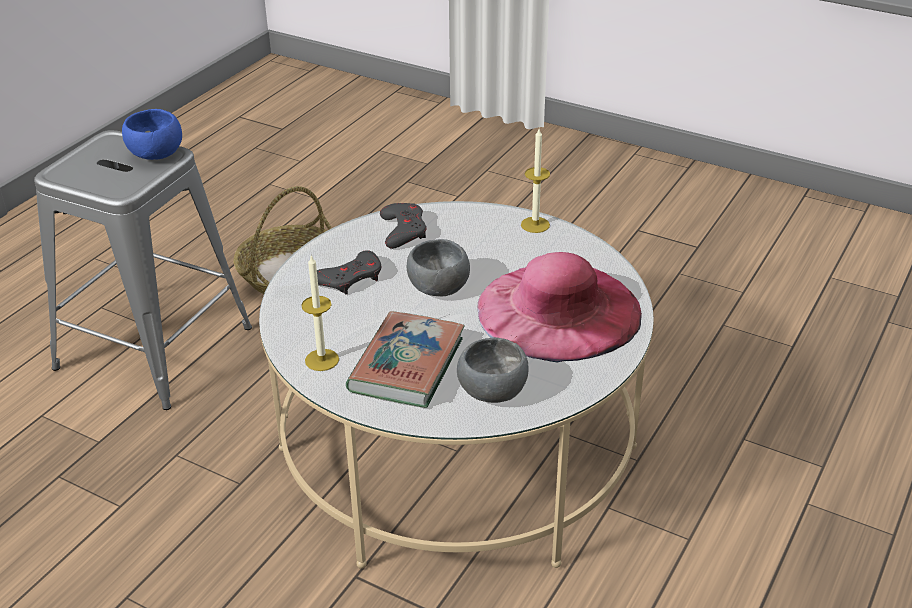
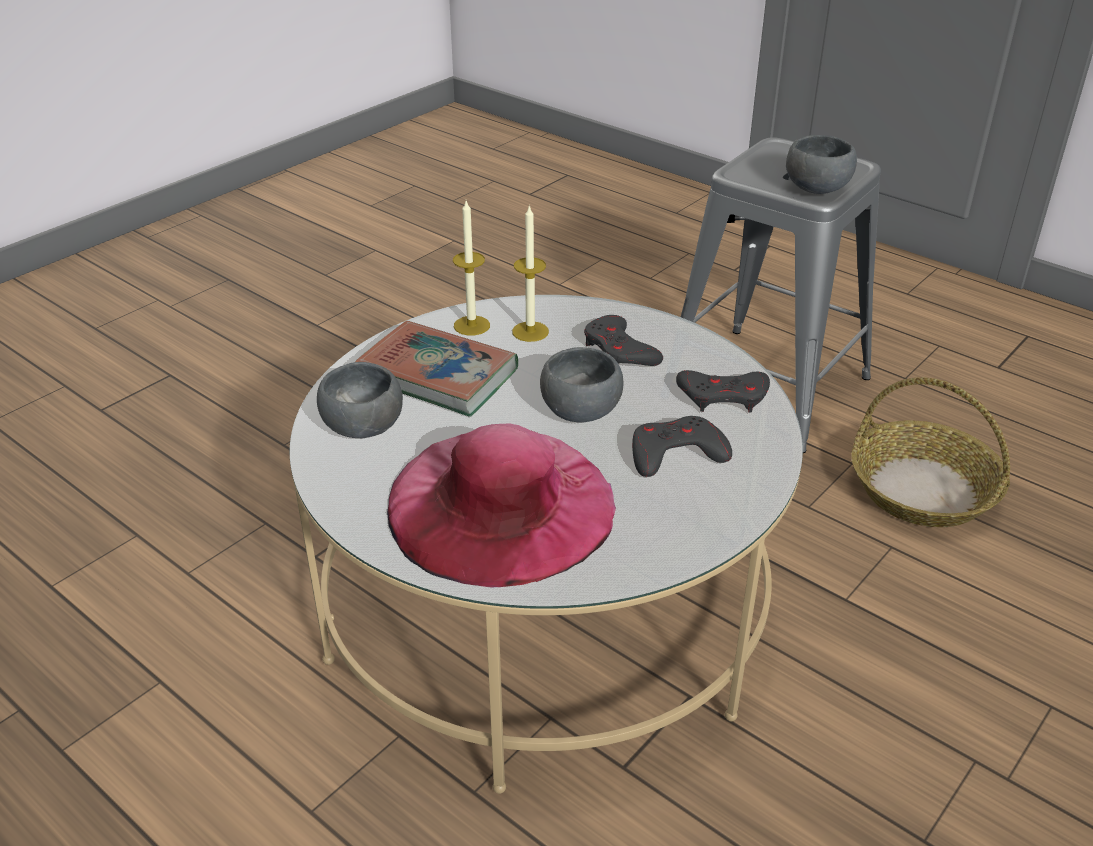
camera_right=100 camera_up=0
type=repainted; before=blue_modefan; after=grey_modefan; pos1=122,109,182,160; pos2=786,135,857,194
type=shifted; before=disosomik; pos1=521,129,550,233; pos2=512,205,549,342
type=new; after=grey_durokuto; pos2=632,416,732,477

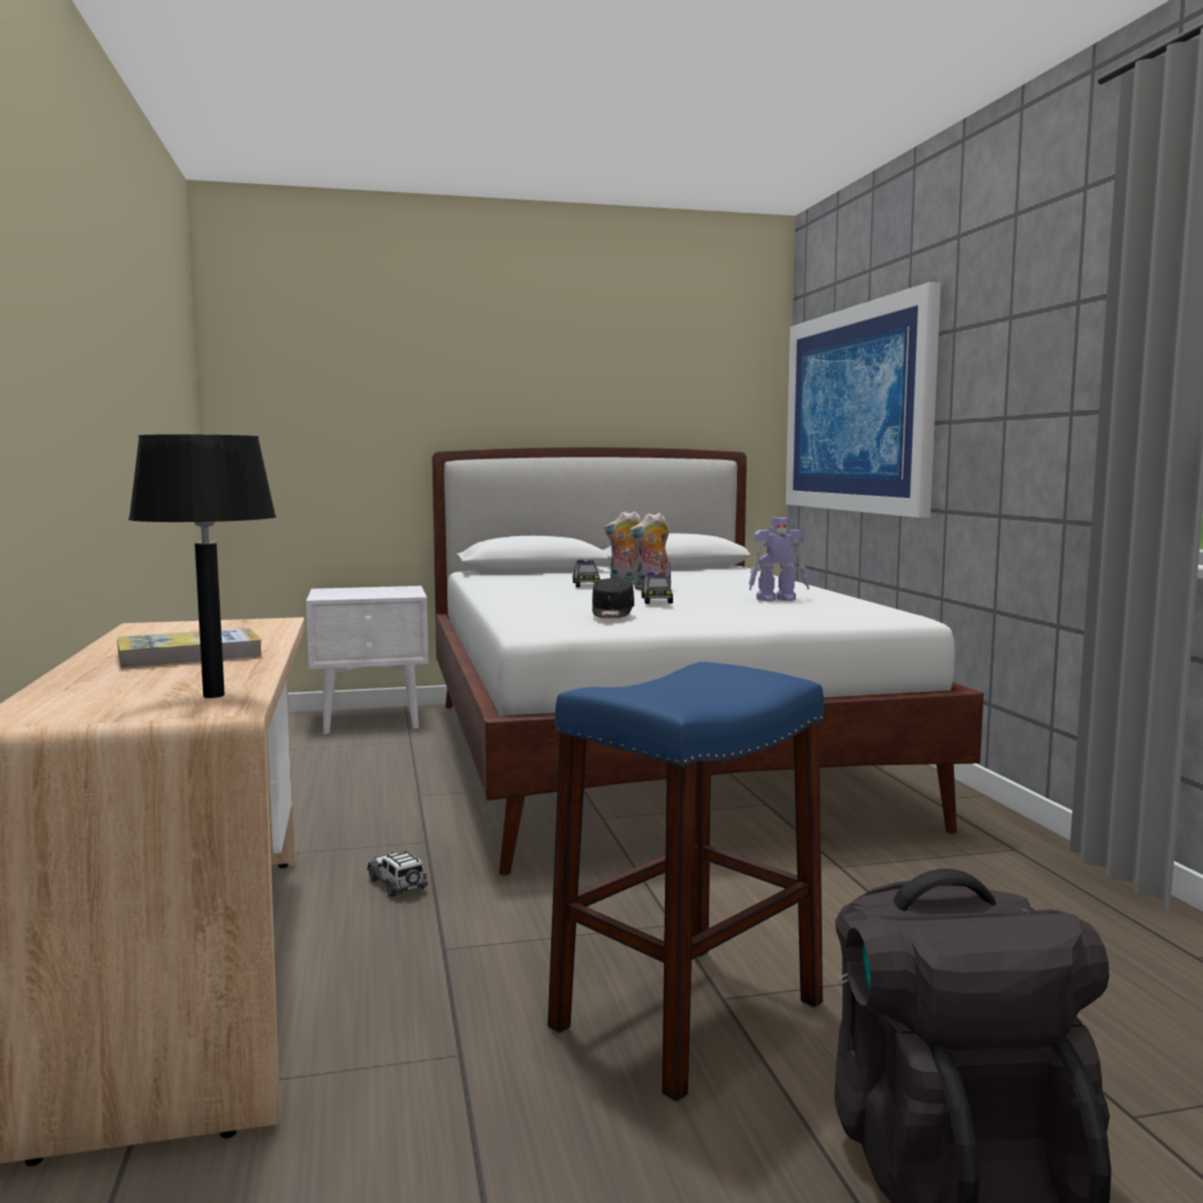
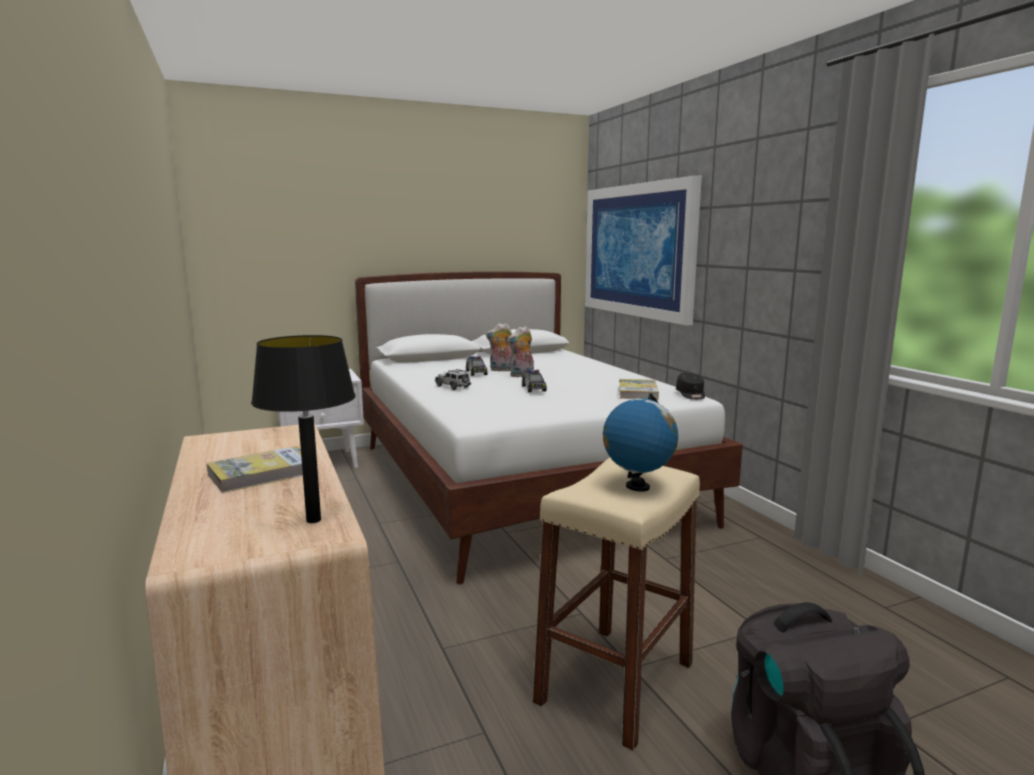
camera_right=-10 camera_up=5
type=gone; before=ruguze; pos1=749,518,810,601
type=shifted; before=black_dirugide; pos1=592,578,634,618; pos2=676,373,705,400
type=repainted; before=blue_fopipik; after=beige_fopipik; pos1=548,662,824,1102; pos2=533,458,700,751
type=shifted; before=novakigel; pos1=367,850,428,897; pos2=435,369,471,390
type=new; after=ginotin; pos2=619,379,659,400
type=new; after=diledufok; pos2=603,393,678,492

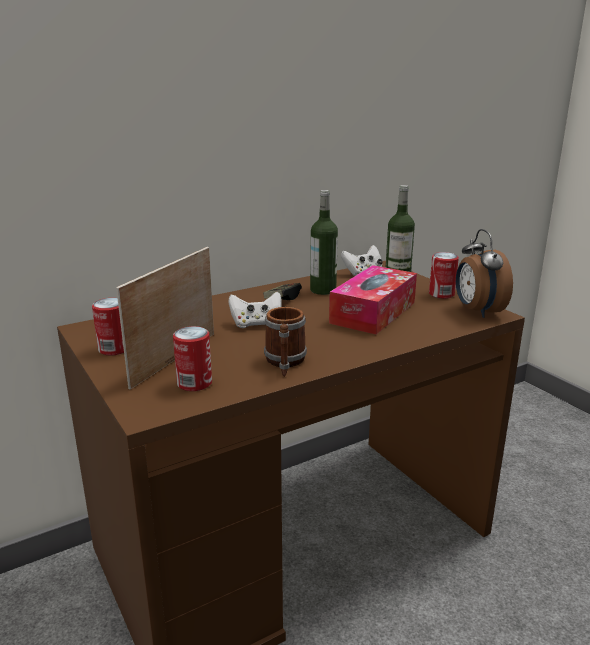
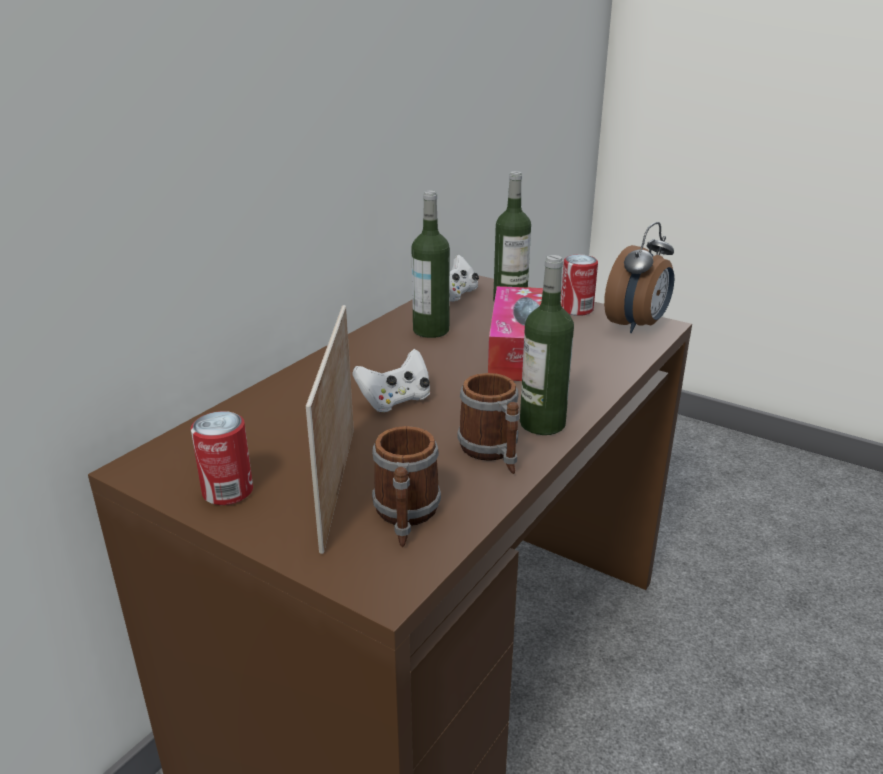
camera_right=-25 camera_up=5
type=rotated; before=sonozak; pos1=456,229,513,318; pos2=604,222,674,333; turn=-105
type=gone; before=durokuto; pos1=263,283,302,300
type=swapped; before=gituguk; after=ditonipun; pos1=173,326,212,391; pos2=372,426,441,547
type=new; after=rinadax; pos2=520,255,574,435

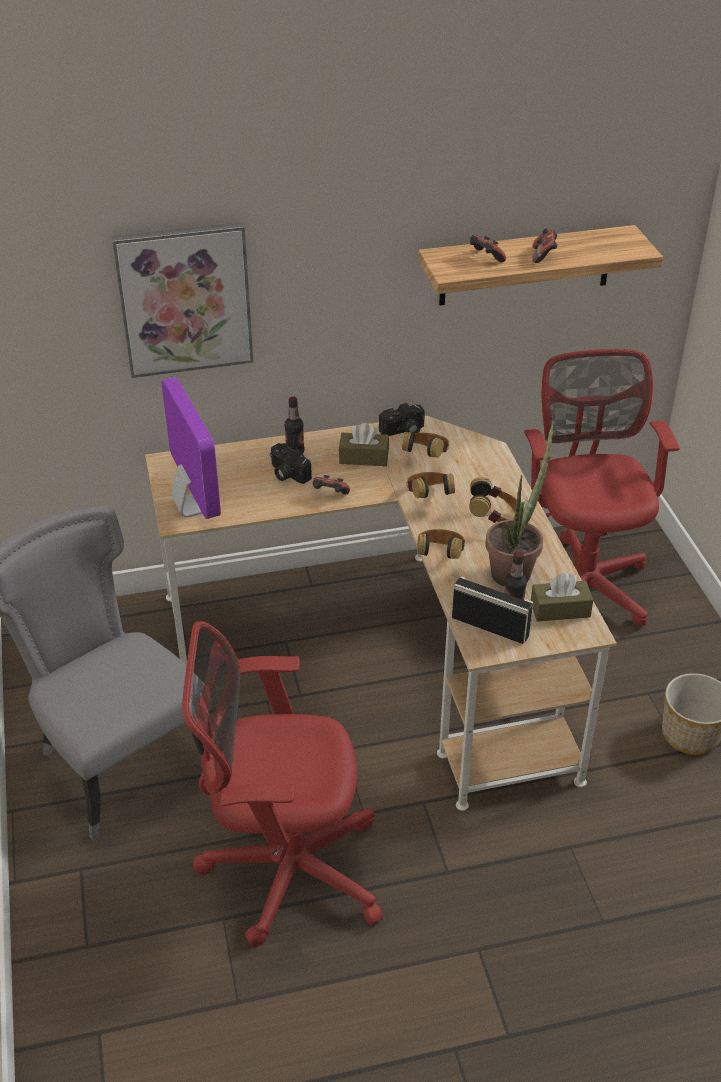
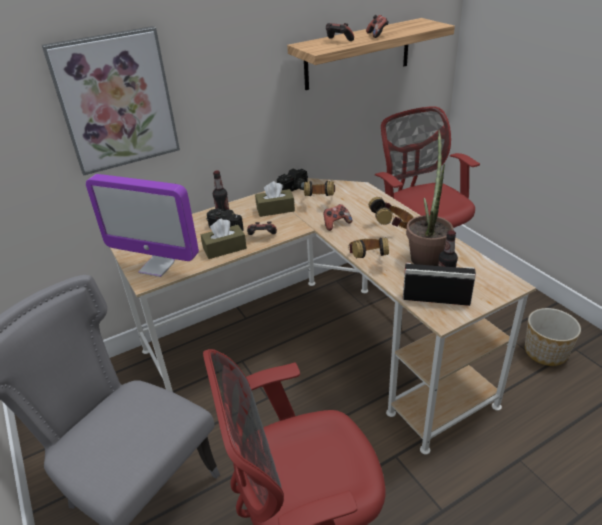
camera_right=-15 camera_up=-5
type=rotated; before=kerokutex; pos1=162,377,221,519; pos2=86,174,199,277; turn=150
type=swapped; before=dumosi; after=durokuto; pos1=407,472,455,498; pos2=323,204,352,231
type=shifted; before=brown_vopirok; pos1=531,573,593,622; pos2=201,219,247,259

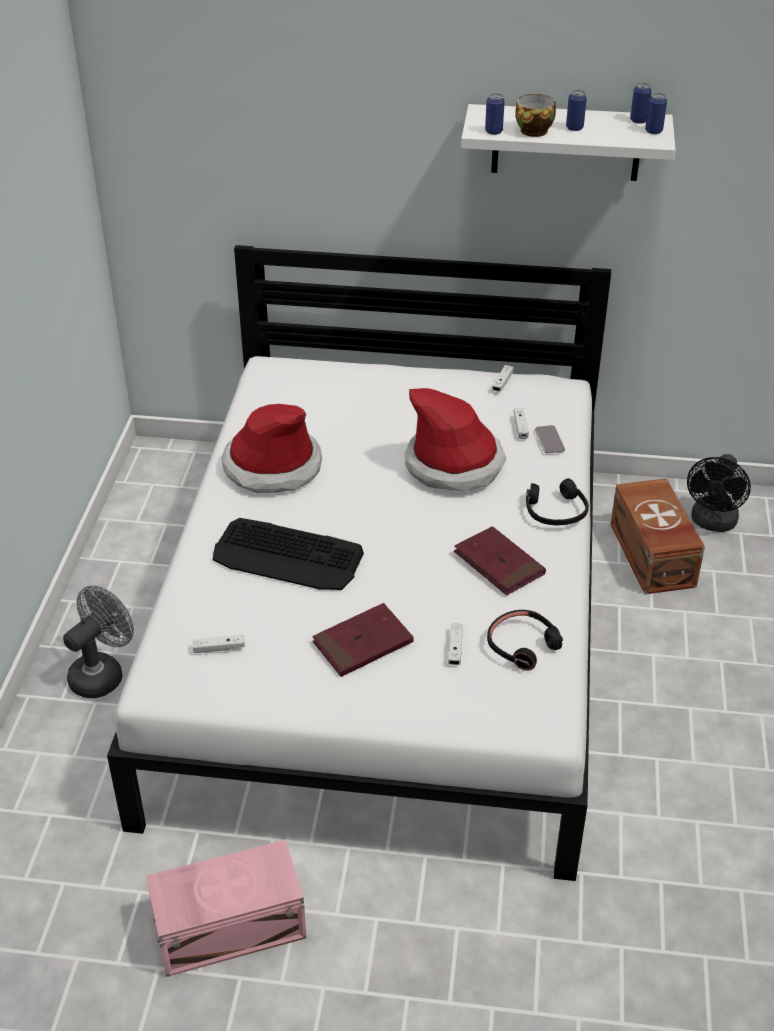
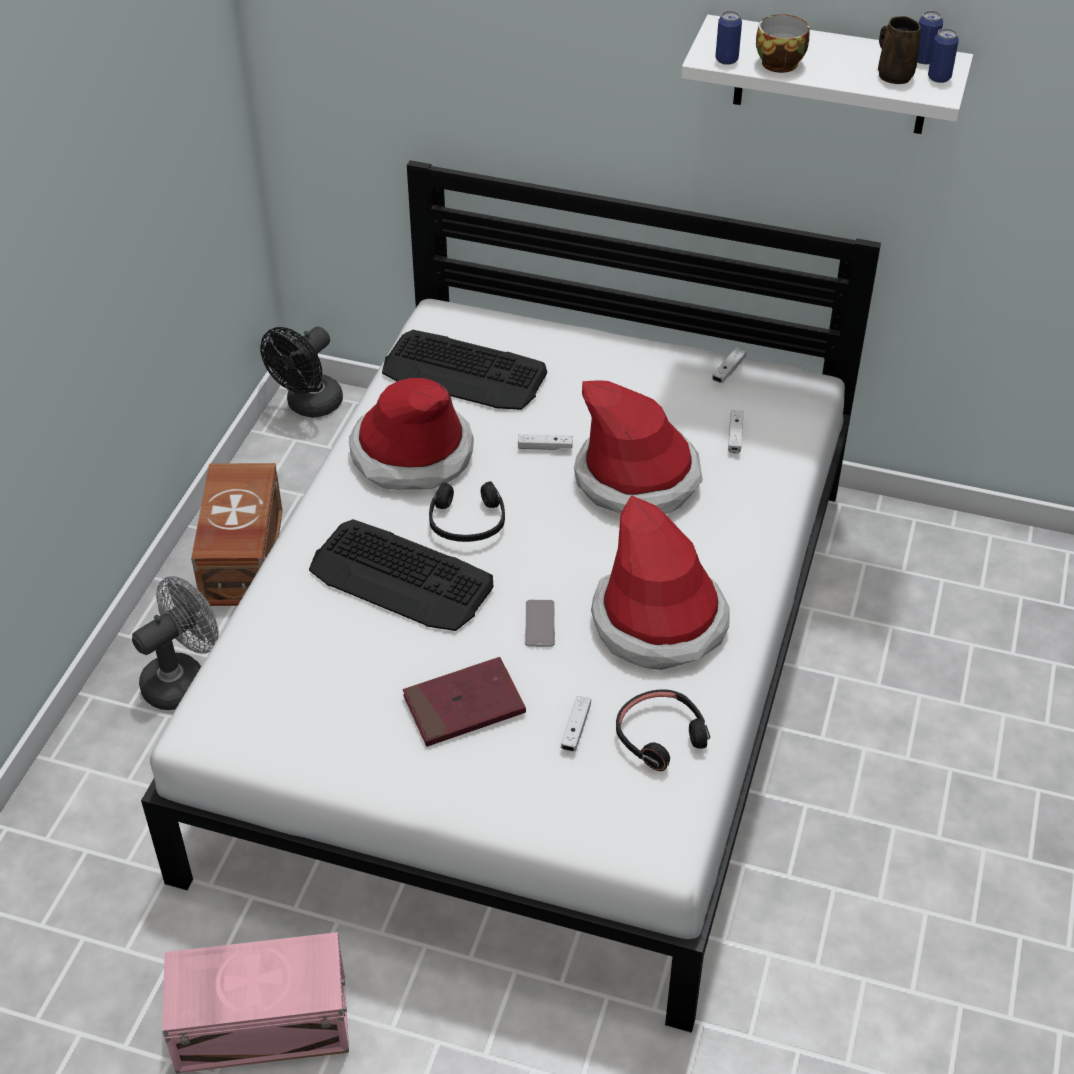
camera_right=10 camera_up=5
type=gone; before=gituguk; pos1=566,90,587,131
type=shifted; before=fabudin; pos1=535,425,565,454; pos2=525,600,555,647
type=shifted; before=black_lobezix; pos1=687,454,751,532; pos2=260,327,343,418
type=shifted; before=black_dumosi; pos1=526,478,589,525; pos2=429,481,505,542
type=shifted; before=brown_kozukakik; pos1=610,478,705,594; pos2=191,463,283,606
type=swapped; before=red_ginotin; after=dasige; pos1=454,526,546,595; pos2=591,495,730,670
type=shifted; before=white_durokuto; pos1=193,635,245,653; pos2=518,434,573,450
type=new; after=brown_ditonipun; pos2=878,16,921,84
type=new; after=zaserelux; pos2=382,330,547,410

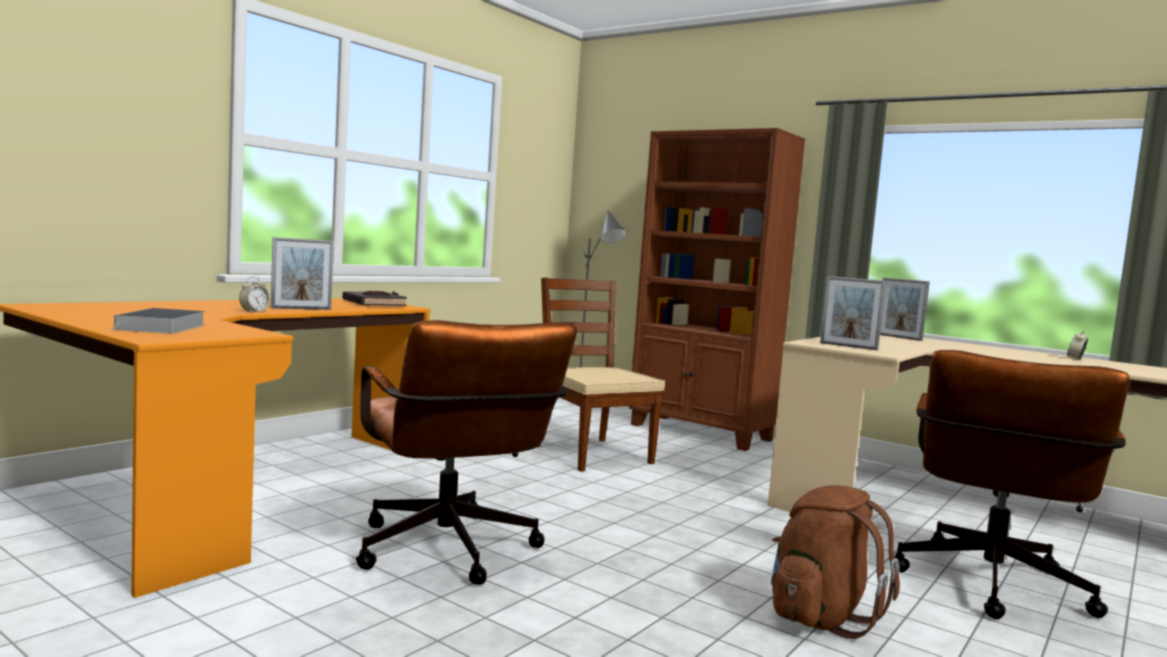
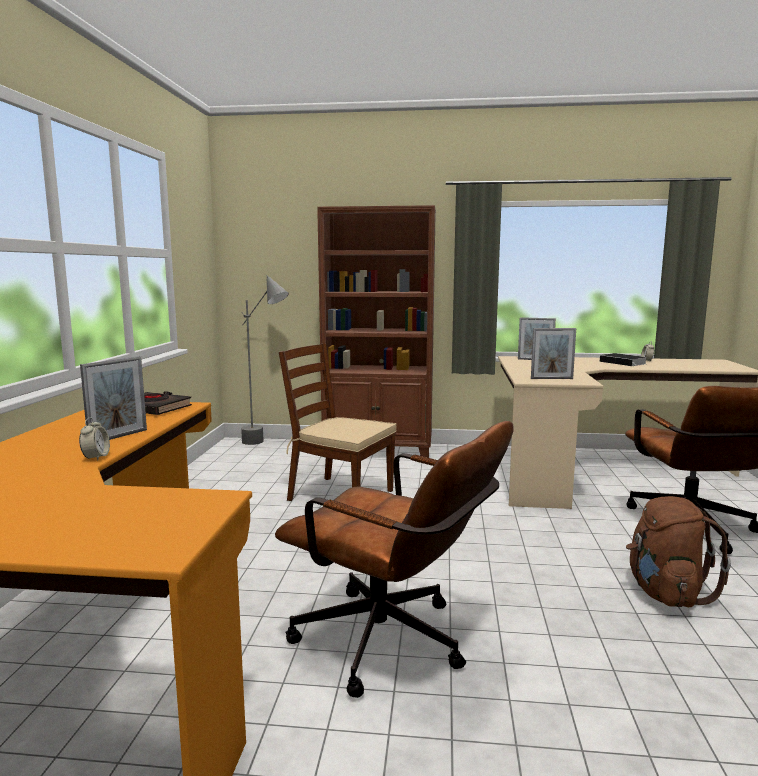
camera_right=-30 camera_up=5
type=shifted; before=ginotin; pos1=110,308,205,334; pos2=600,353,647,367

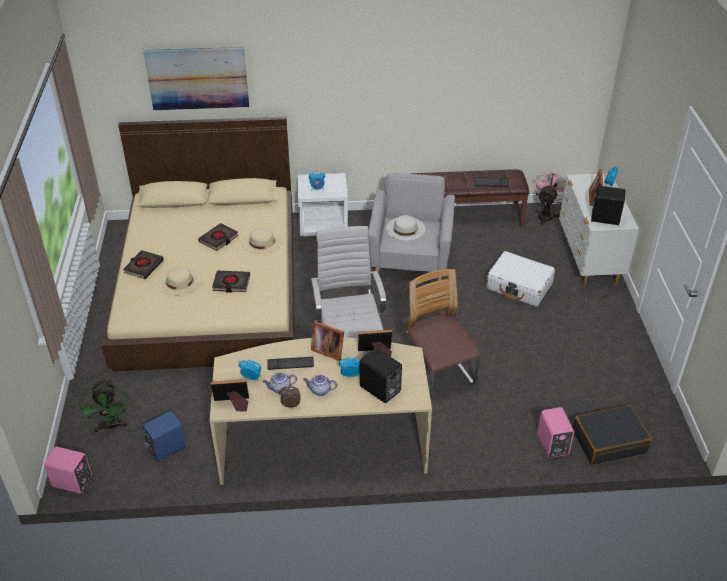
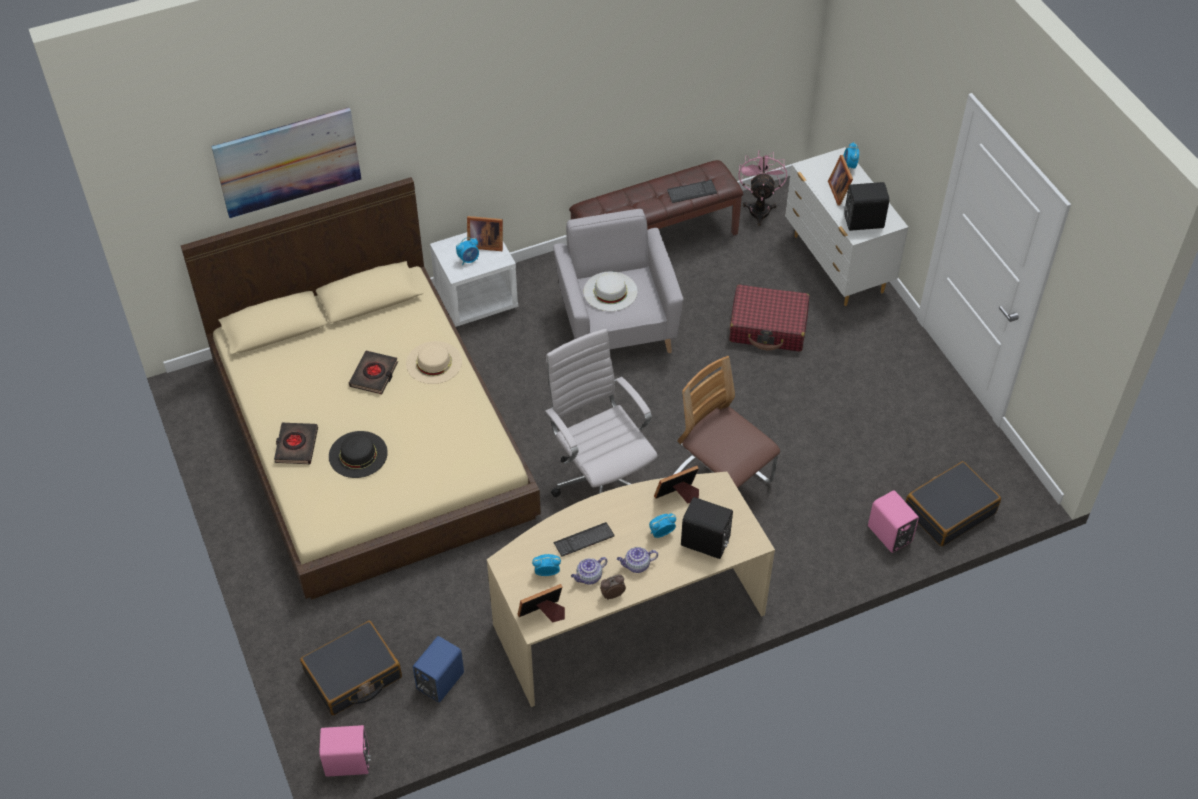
camera_right=-20 camera_up=10
type=repainted; before=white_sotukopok; after=red_sotukopok; pos1=486,251,555,307; pos2=729,284,809,352
type=repainted; before=beige_dasige; after=black_dasige; pos1=158,267,201,295; pos2=329,431,388,478
type=gone; before=black_ginotin; pos1=212,270,250,293
type=shifted; before=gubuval; pos1=311,321,344,361; pos2=467,216,503,251
type=swapped; before=green_lobezix; after=black_sotukopok; pos1=79,379,128,432; pos2=300,621,402,715

